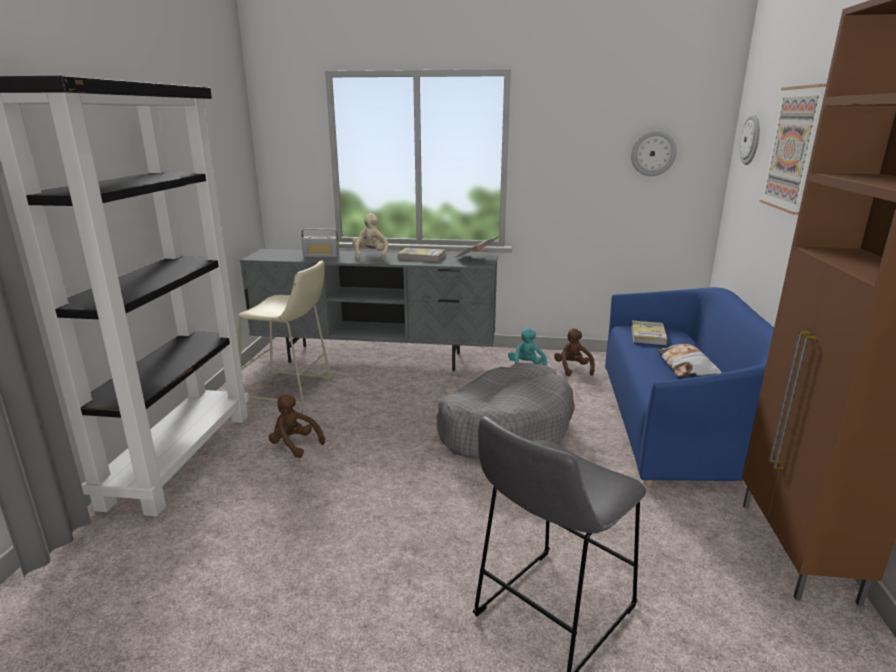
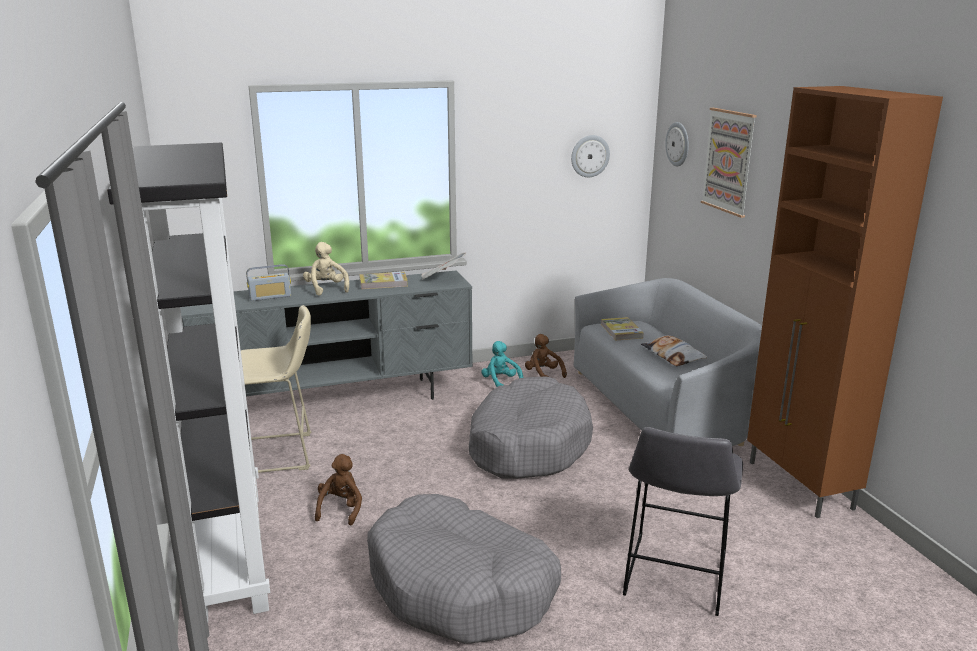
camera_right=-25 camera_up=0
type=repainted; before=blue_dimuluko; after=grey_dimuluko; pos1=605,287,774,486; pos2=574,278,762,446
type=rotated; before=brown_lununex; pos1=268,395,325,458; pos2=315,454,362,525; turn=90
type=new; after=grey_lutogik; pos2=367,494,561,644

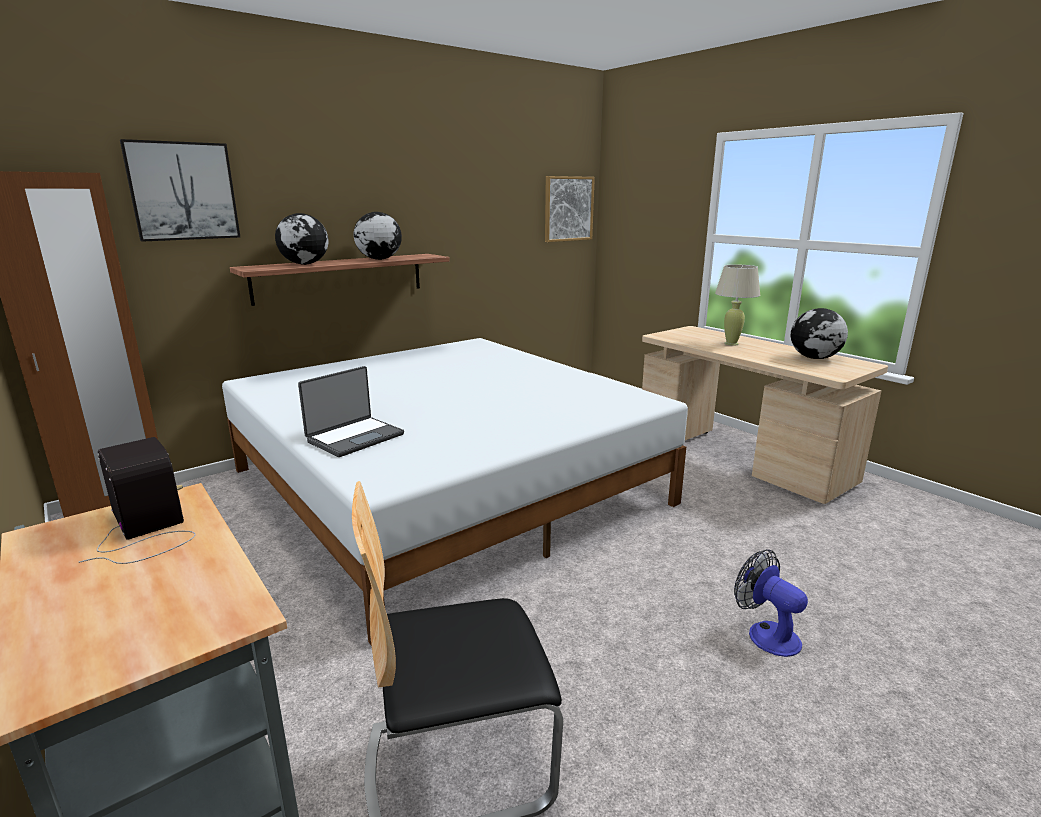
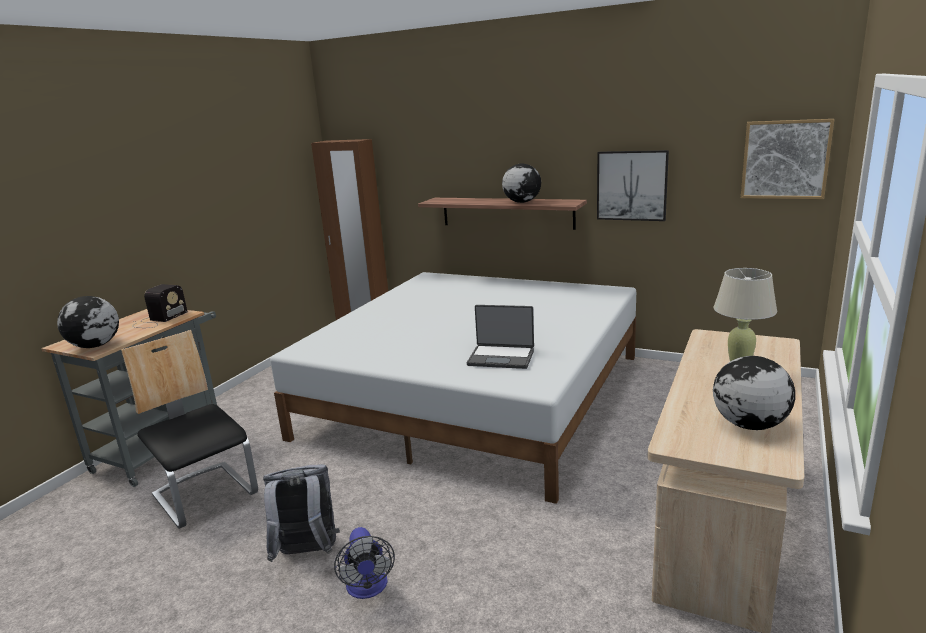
camera_right=65 camera_up=0
type=shifted; before=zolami; pos1=120,139,240,242; pos2=597,150,669,221
type=shifted; before=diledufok; pos1=275,213,328,265; pos2=57,296,119,348
type=shifted; before=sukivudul; pos1=298,366,404,457; pos2=467,305,534,369
type=rotated; before=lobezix; pos1=734,549,808,657; pos2=334,527,395,599; turn=135
type=new; after=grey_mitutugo; pos2=263,464,340,562

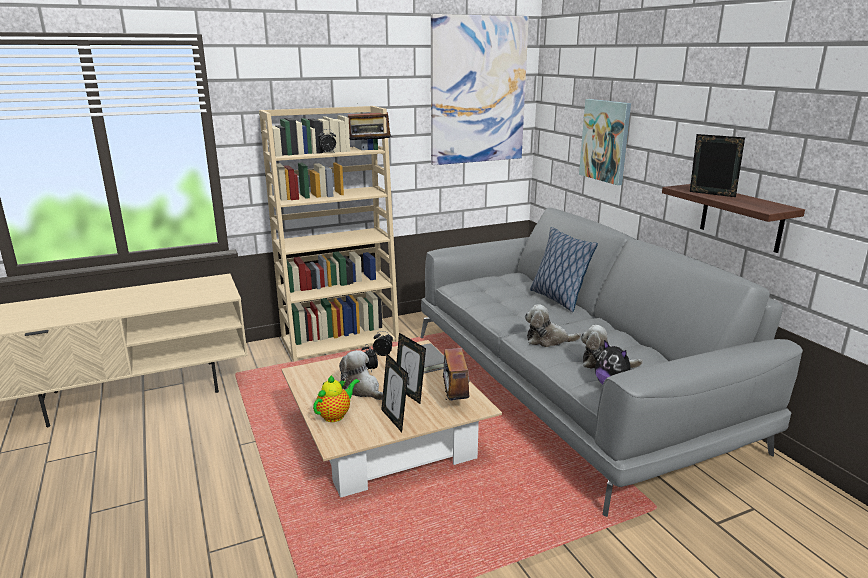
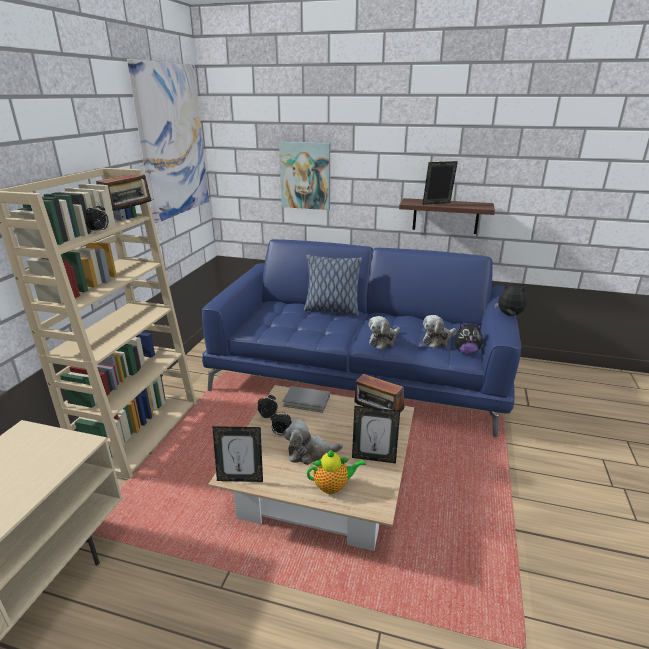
camera_right=-50 camera_up=5
type=repainted; before=grey_dimuluko; after=blue_dimuluko; pos1=420,207,803,517; pos2=202,239,521,437
type=shifted; before=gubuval; pos1=397,333,426,404; pos2=212,426,263,482
type=rotated; before=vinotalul; pos1=313,375,360,422; pos2=307,450,366,494; turn=90
type=new; after=lununex; pos2=494,282,526,316

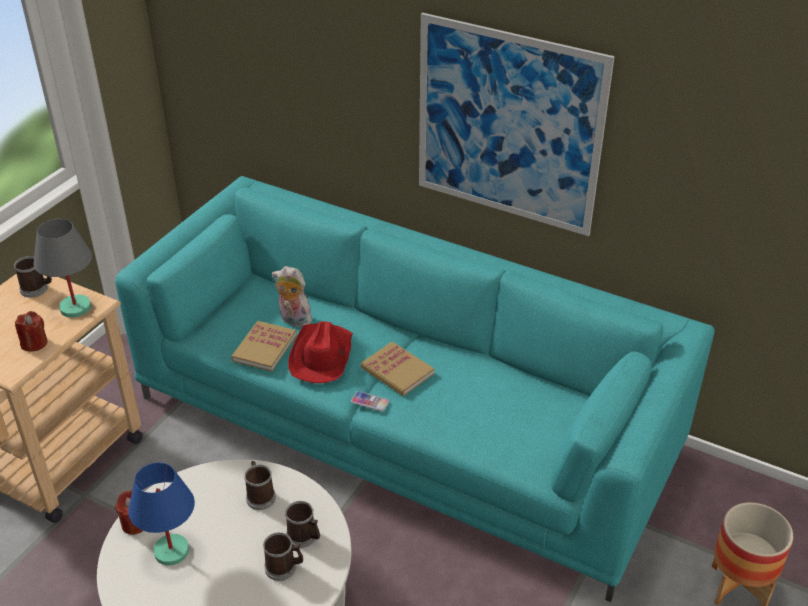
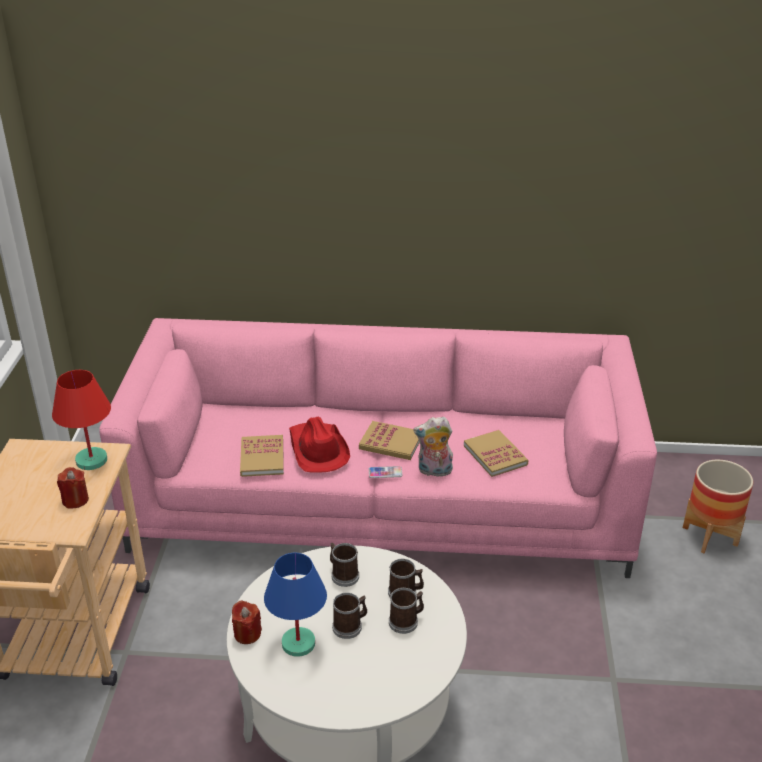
camera_right=-25 camera_up=-5
type=gone; before=zolami; pos1=419,13,615,236
type=repainted; before=turquoise_dimuluko; after=pink_dimuluko; pos1=115,176,715,602; pos2=99,318,657,578
type=repainted; before=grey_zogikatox; after=red_zogikatox; pos1=33,219,92,318; pos2=52,370,111,470
type=shifted; before=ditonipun; pos1=14,256,52,297; pos2=332,593,367,639
type=shifted; before=lununex; pos1=272,266,315,327; pos2=413,417,453,478
type=new; after=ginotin; pos2=464,430,529,477

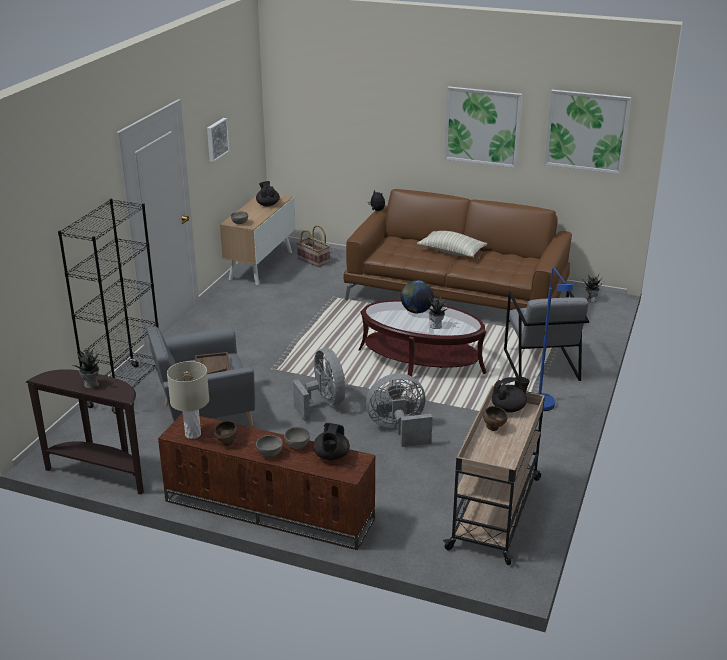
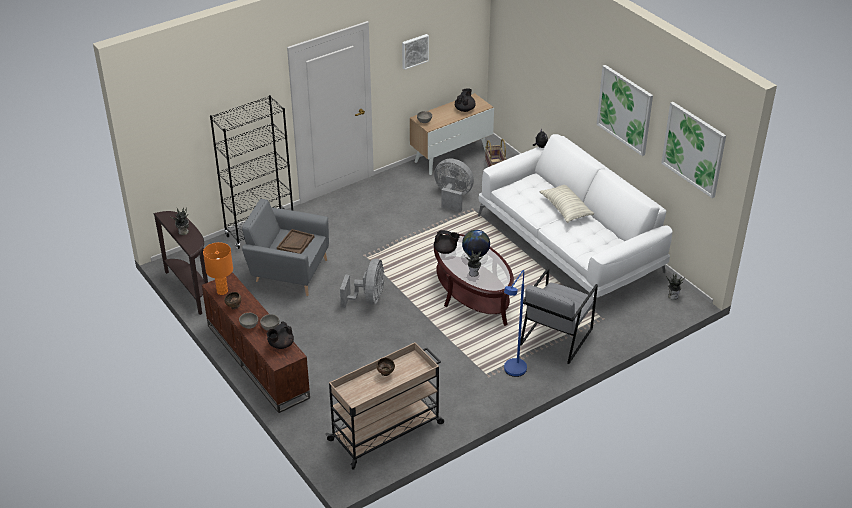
camera_right=35 camera_up=10
type=repainted; before=brown_dimuluko; after=white_dimuluko; pos1=343,189,572,310; pos2=478,134,673,309
type=repainted; before=beige_zogikatox; after=orange_zogikatox; pos1=167,361,209,439; pos2=203,242,233,295
type=shifted; before=grey_lobezix; pos1=366,373,432,447; pos2=434,159,474,212
type=shifted; before=black_vinotalul; pos1=492,376,530,413; pos2=434,230,460,254

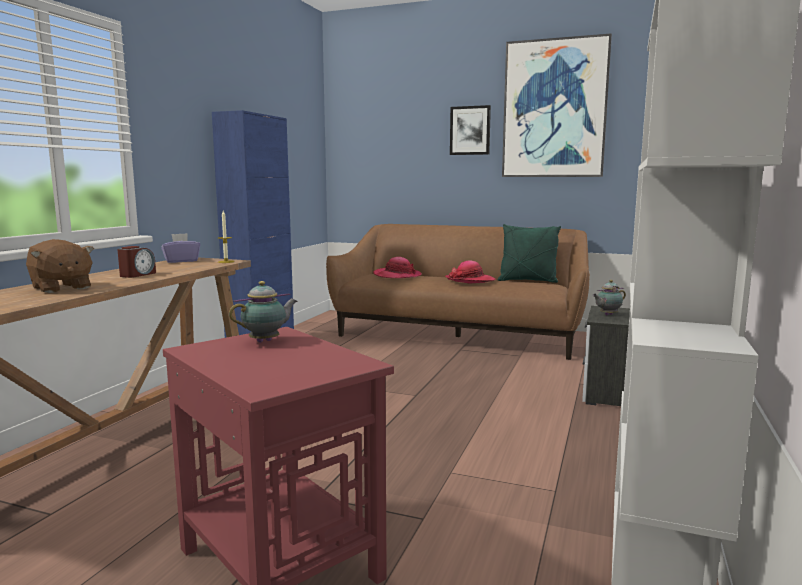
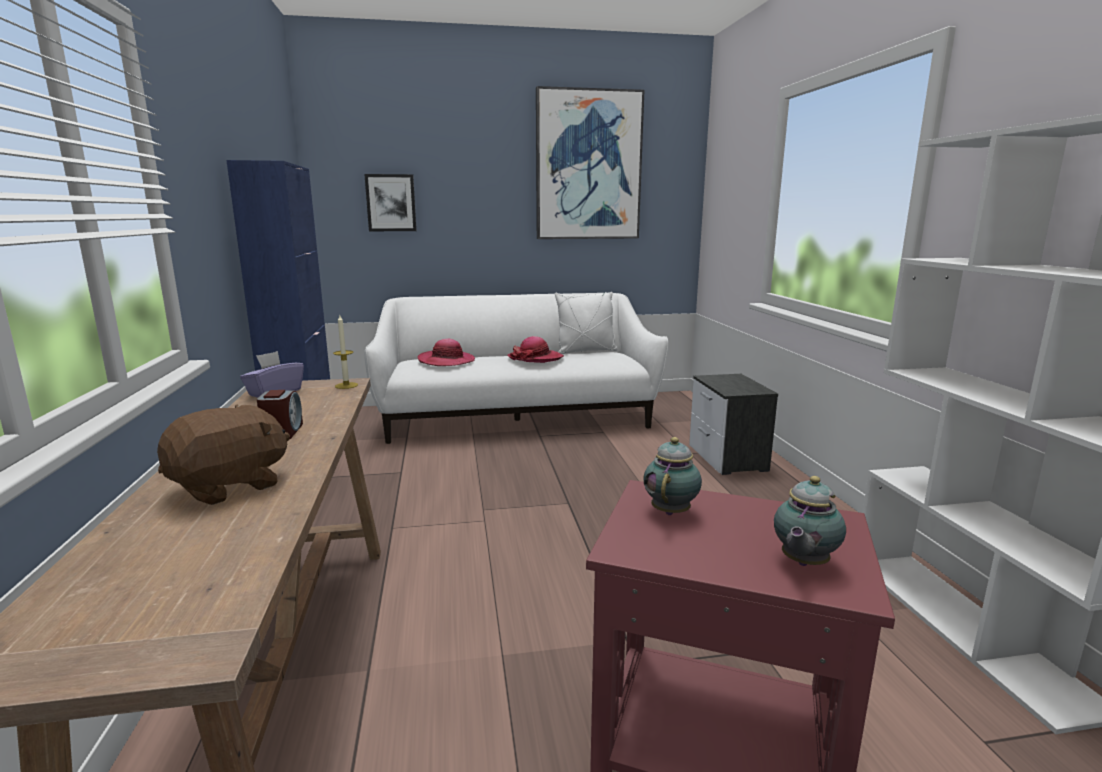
camera_right=-30 camera_up=5
type=shifted; before=zolami; pos1=450,105,491,155; pos2=364,174,417,231
type=repainted; before=brown_dimuluko; after=white_dimuluko; pos1=326,224,590,360; pos2=364,293,668,444
type=repainted; before=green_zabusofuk; after=white_zabusofuk; pos1=498,224,561,283; pos2=555,292,618,354
type=rotated; before=brown_lununex; pos1=26,239,94,293; pos2=157,405,290,505; turn=-60
type=shifted; before=vinotalul; pos1=592,280,626,315; pos2=774,476,846,566

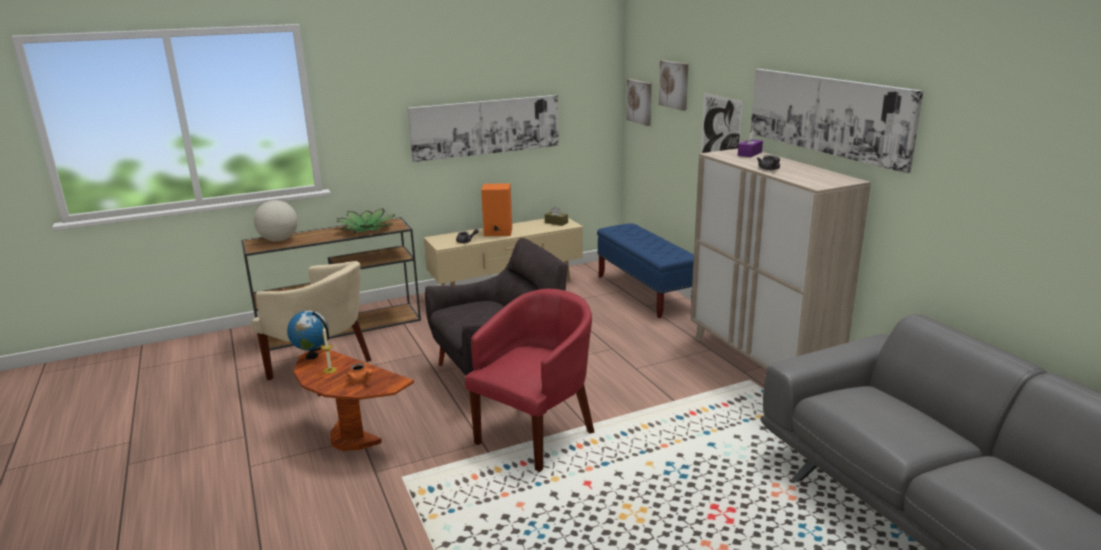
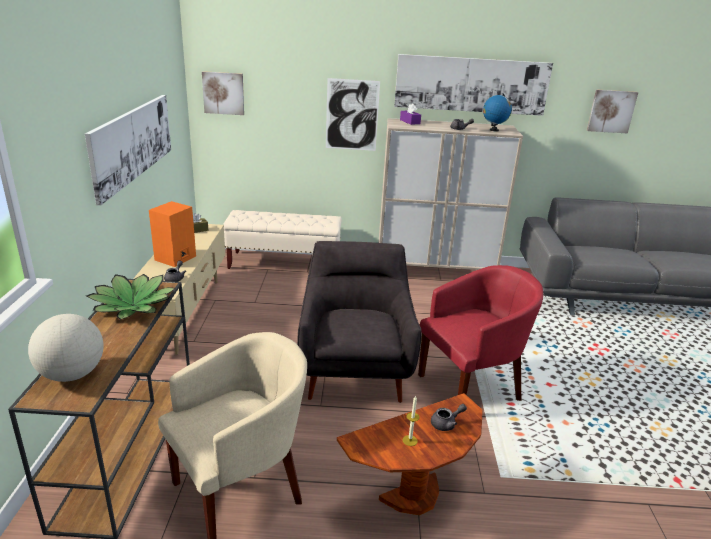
camera_right=-65 camera_up=5
type=shifted; before=zolami; pos1=659,60,688,111; pos2=587,89,638,133
type=repainted; before=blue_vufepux; after=beige_vufepux; pos1=597,223,694,318; pos2=223,210,342,269
type=rotated; before=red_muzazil; pos1=465,289,595,472; pos2=418,265,543,401; turn=90
type=shifted; before=diledufok; pos1=287,311,329,360; pos2=483,93,512,132
type=repainted; before=orange_vinotalul; after=grey_vinotalul; pos1=346,363,373,382; pos2=431,404,467,431

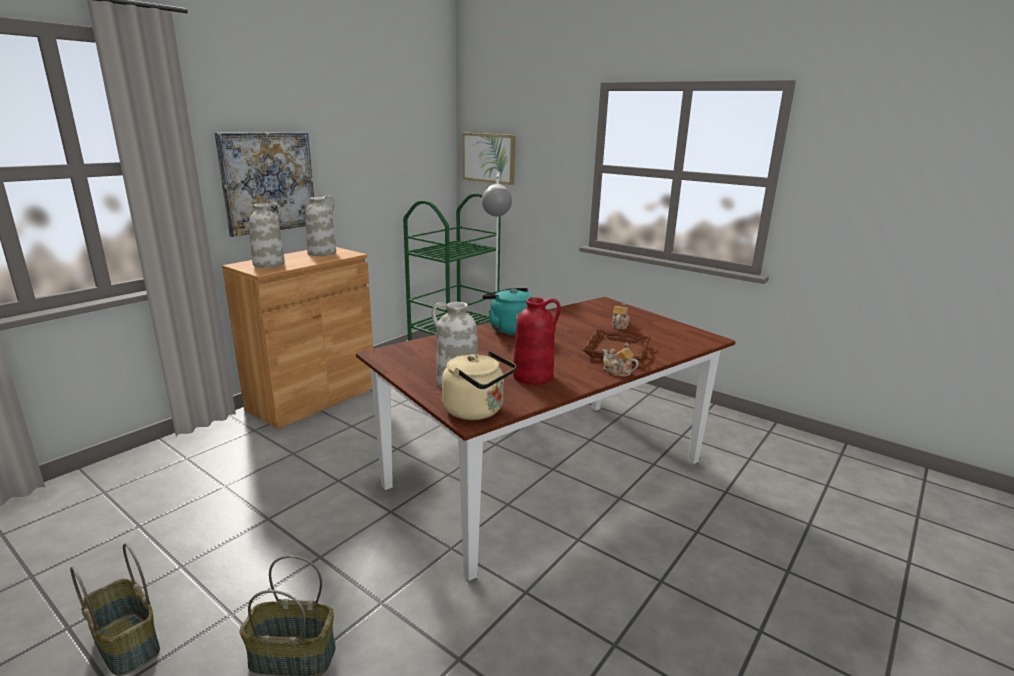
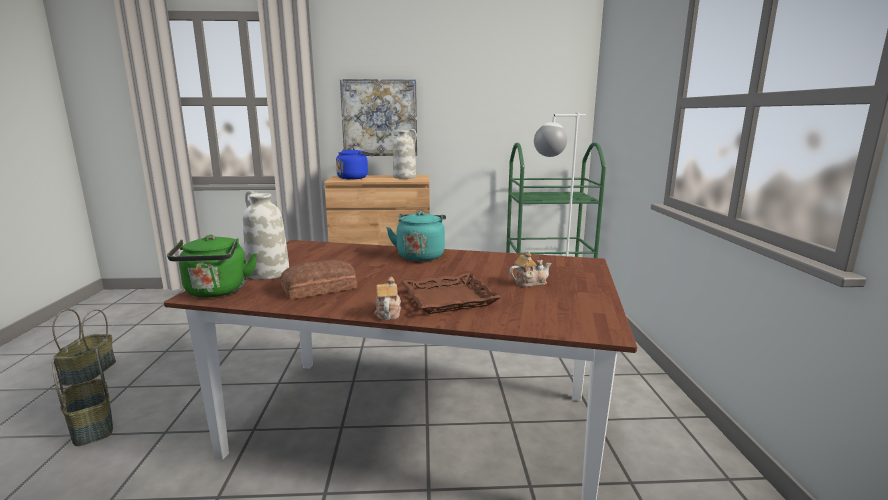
camera_right=50 camera_up=-5
type=gone; before=zolami; pos1=462,133,515,185
type=swapped; before=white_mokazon; after=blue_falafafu; pos1=249,202,285,268; pos2=336,148,373,179
type=swapped; before=red_mokazon; after=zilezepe; pos1=513,297,561,385; pos2=281,260,357,299
type=repainted; before=beige_falafafu; after=green_falafafu; pos1=442,351,516,420; pos2=167,235,257,298

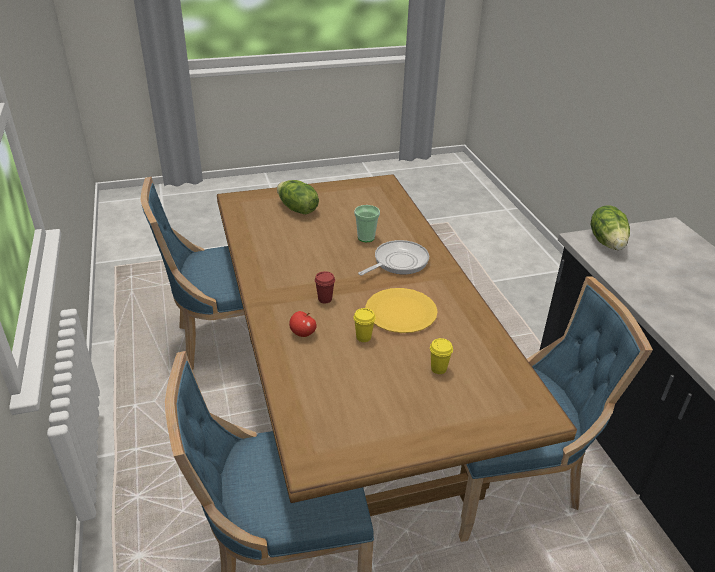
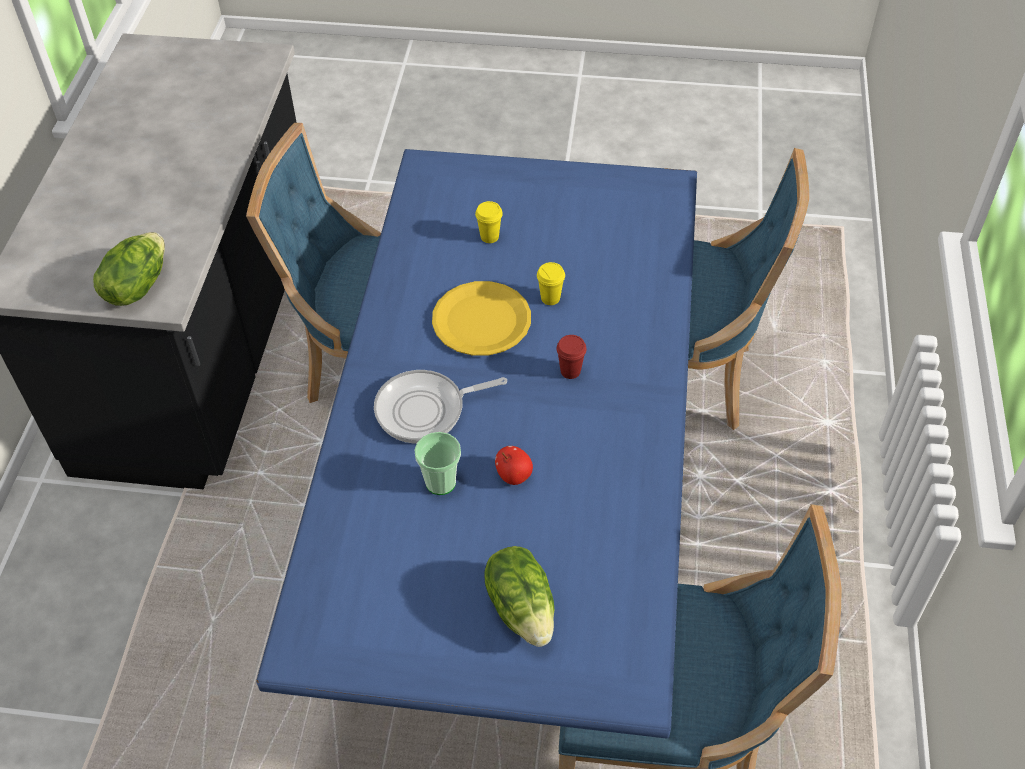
camera_right=-155 camera_up=15
type=repainted; before=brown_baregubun; after=blue_baregubun; pos1=217,174,577,516; pos2=256,149,697,738
type=shifted; before=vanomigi; pos1=289,311,317,337; pos2=495,446,533,485

